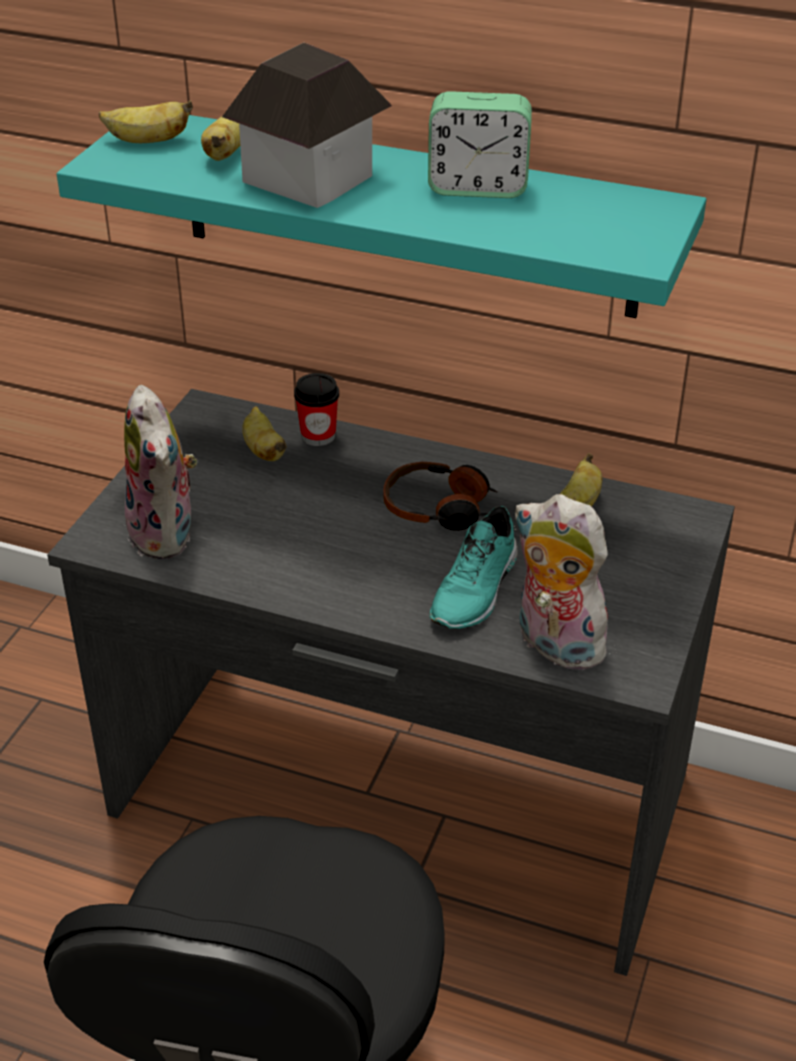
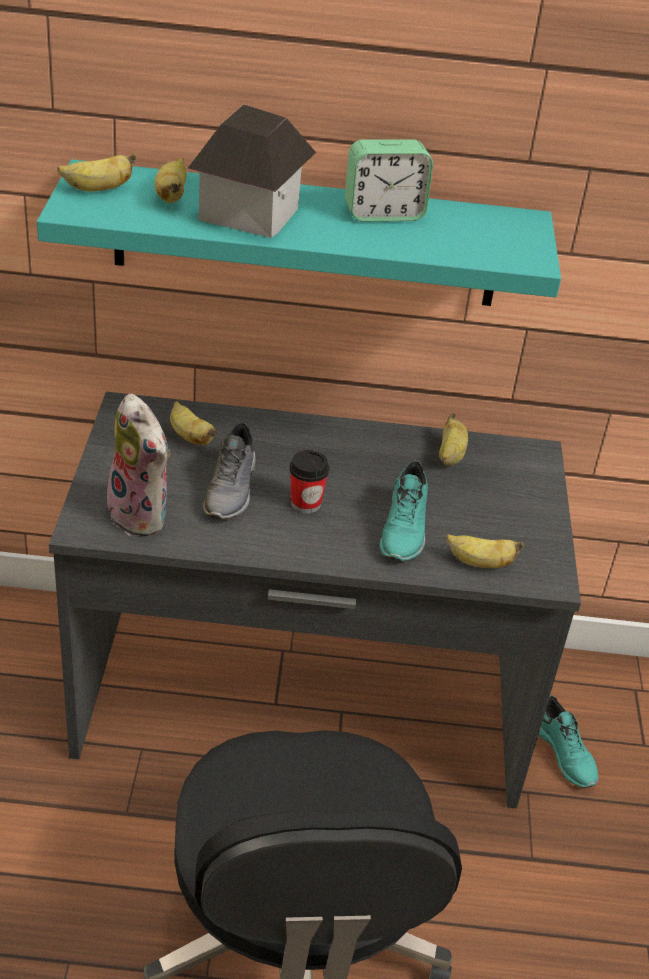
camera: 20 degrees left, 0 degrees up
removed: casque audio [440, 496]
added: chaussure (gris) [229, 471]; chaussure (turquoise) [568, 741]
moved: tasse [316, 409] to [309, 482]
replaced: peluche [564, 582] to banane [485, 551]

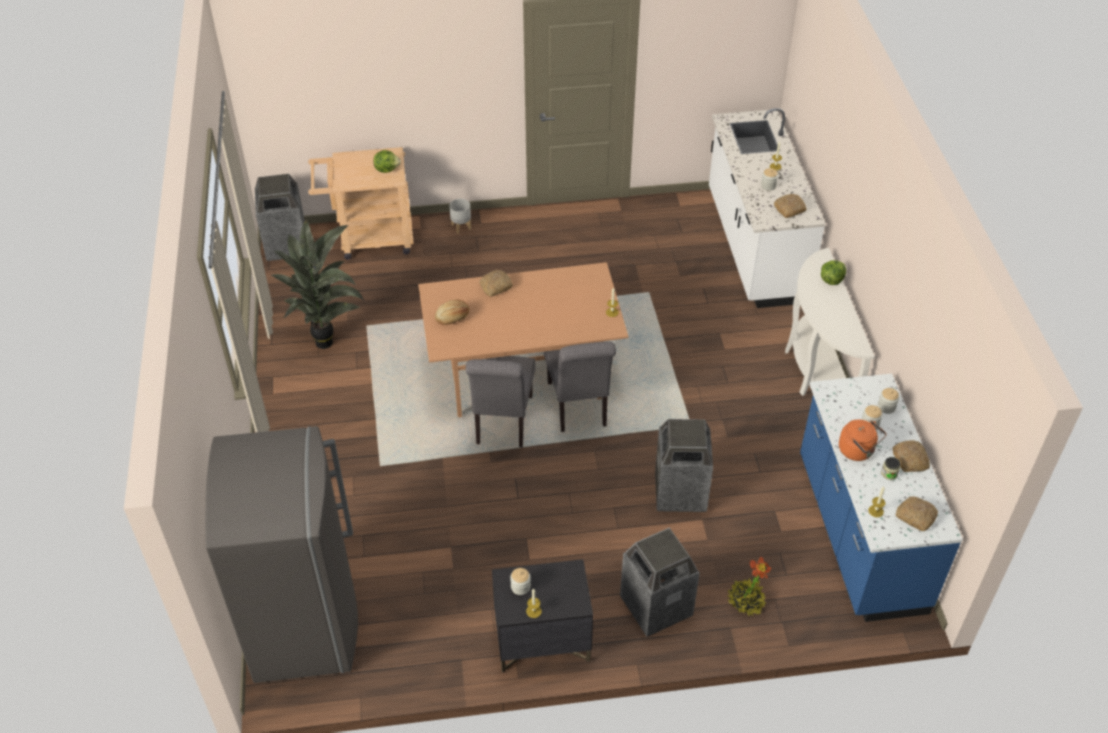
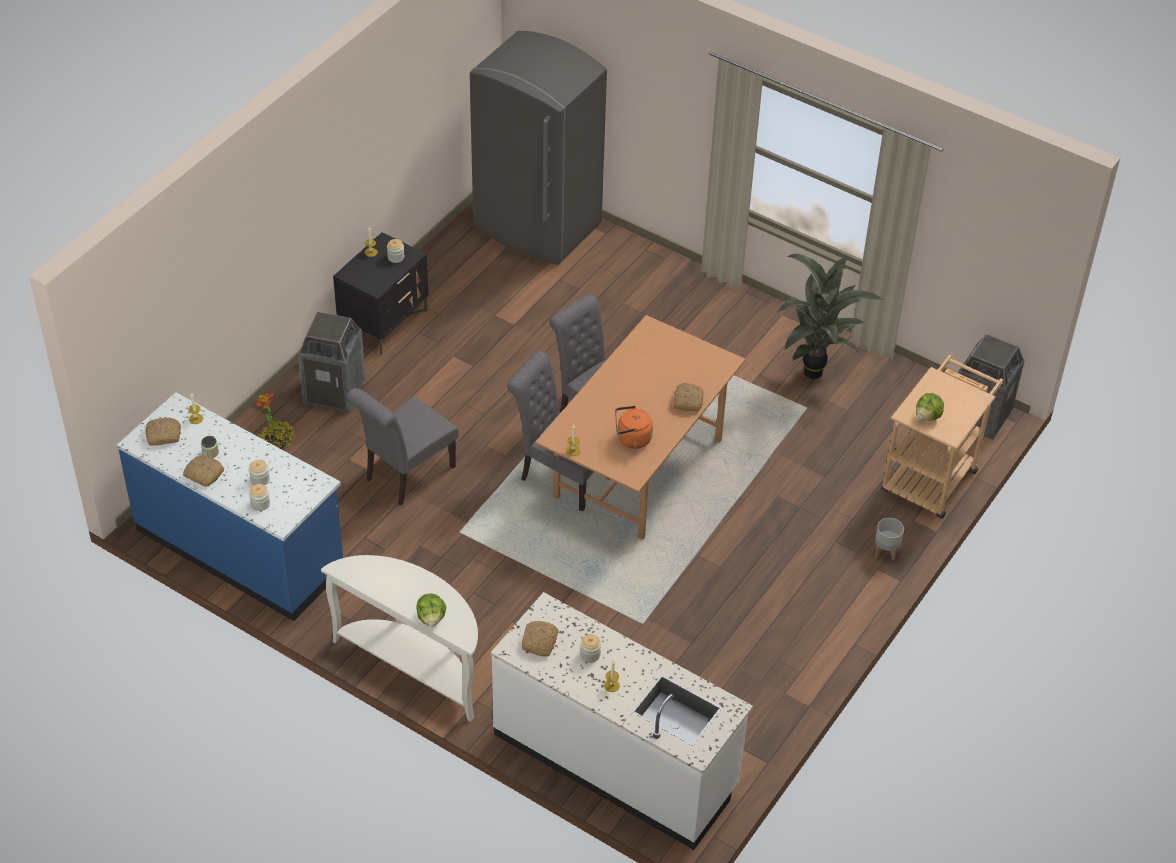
camera: 130 degrees right, 0 degrees up
removed: pain [452, 312]
moved: bouilloire (orange) [862, 440] to [634, 427]
replaced: poubelle [684, 465] to chaise (gris) [402, 447]

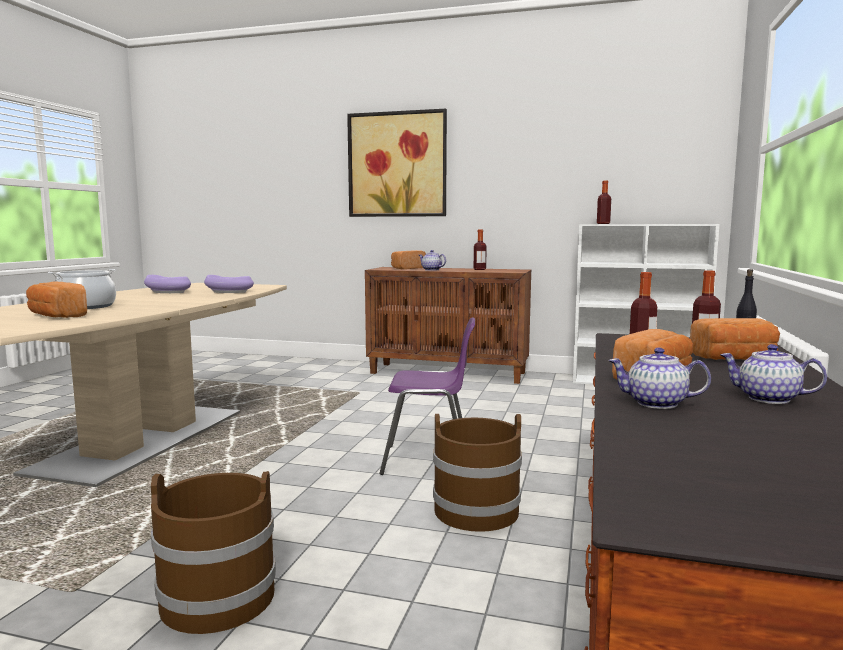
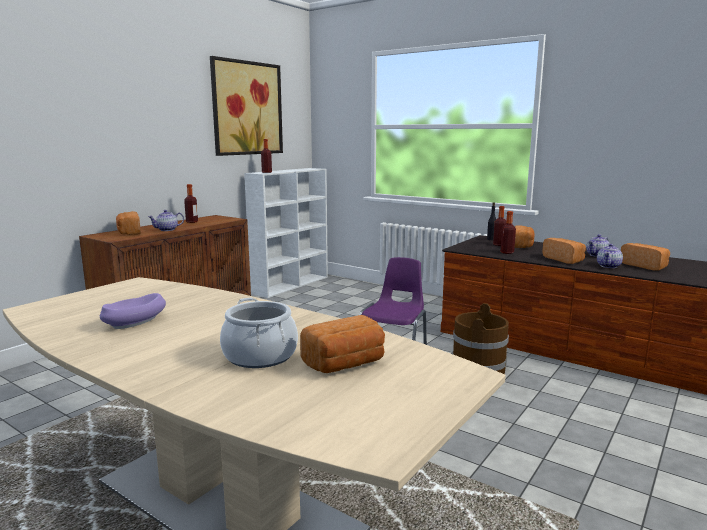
camera: 70 degrees left, 5 degrees up
removed: seau (marron) [213, 552]; bol (violet) [229, 284]
added: pain [645, 257]
moved: tableau [397, 162] to [246, 106]

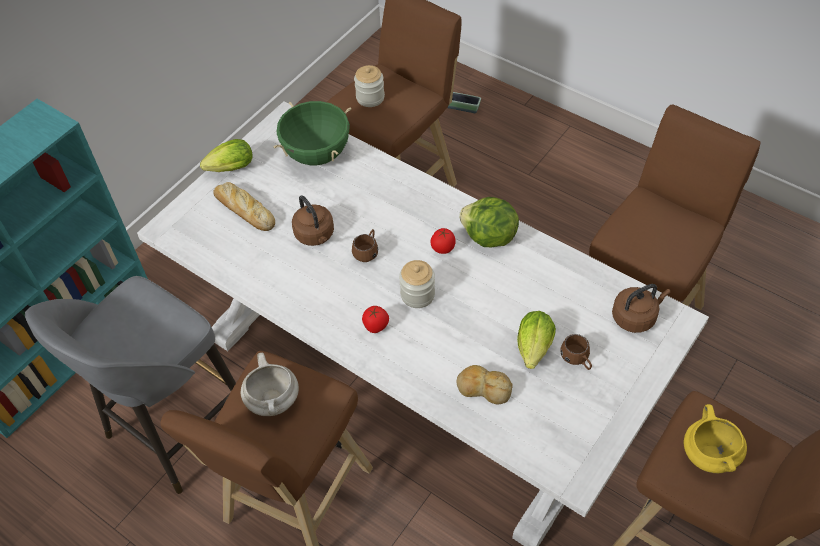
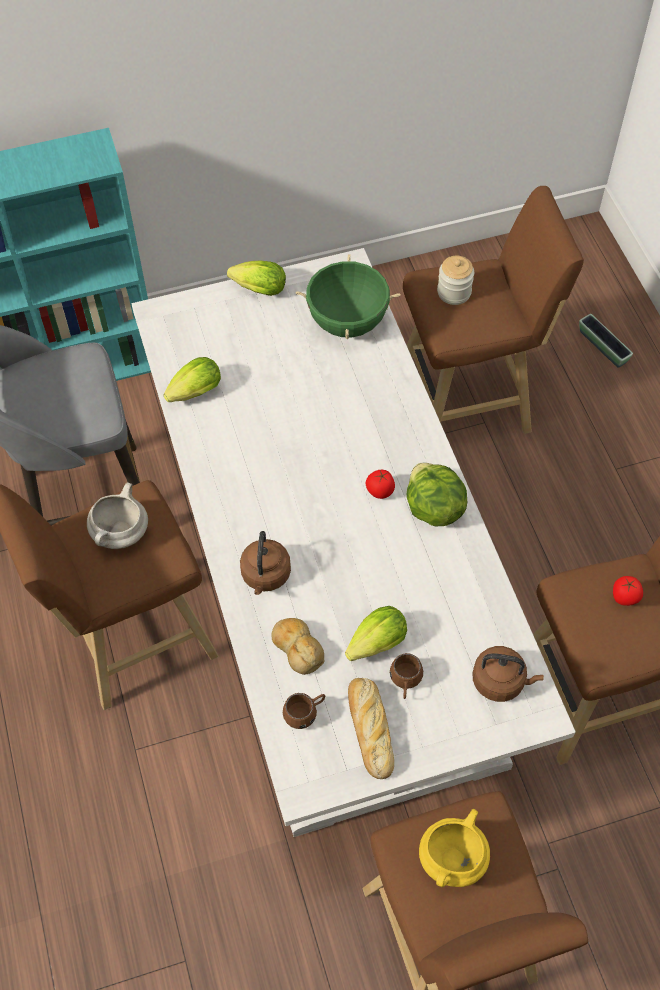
camera: 35 degrees right, 5 degrees up
removed: bocal [417, 284]
added: laitue [192, 379]
moved: pain [244, 206] to [371, 728]; bouilloire (marron) [313, 220] to [265, 563]; mug (marron) [365, 245] to [304, 711]; tomate [375, 319] to [628, 591]

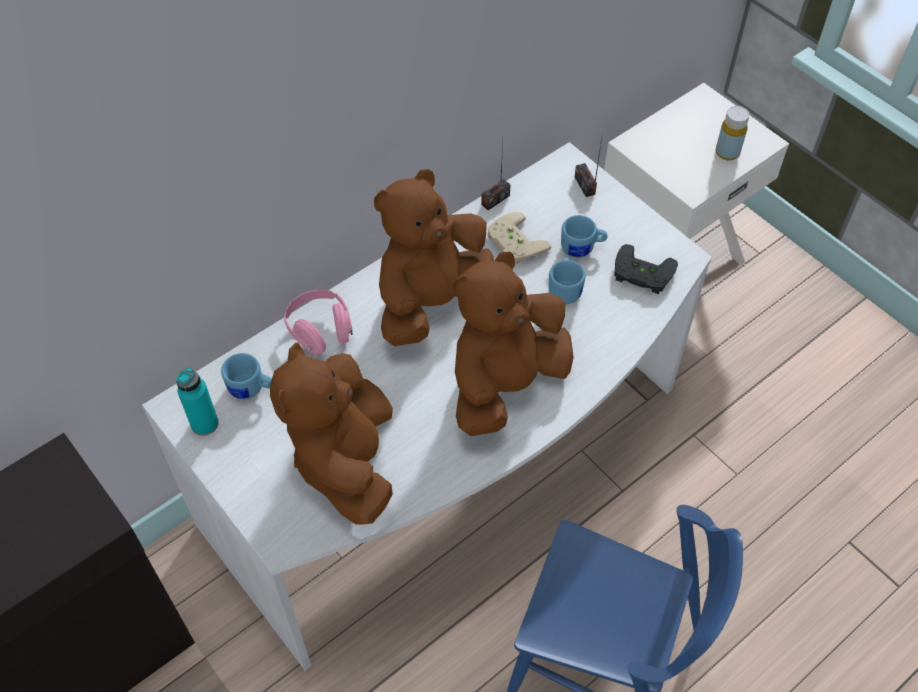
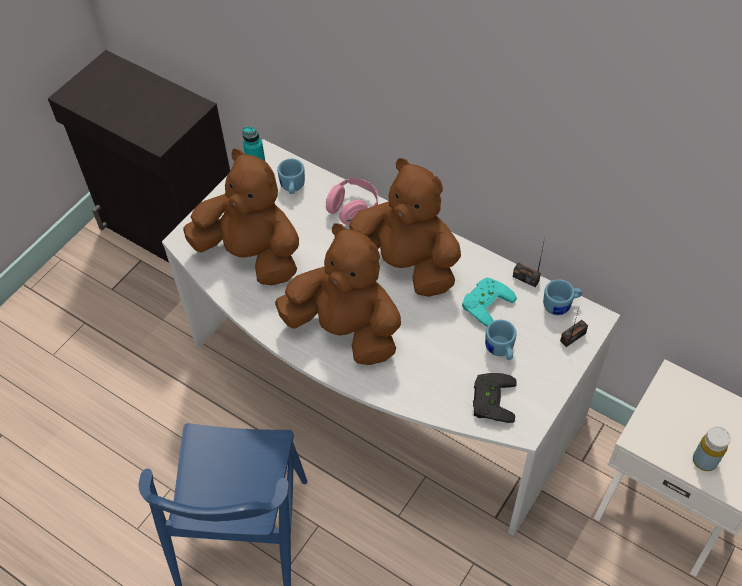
camera: 75 degrees right, 0 degrees up
moved: mug (bleu) [567, 280] to [562, 297]
recoloured: manette (beige) [519, 238] to manette (turquoise) [489, 302]
turned: peluche (marron) [331, 434] = [241, 217] 45 degrees clockwise

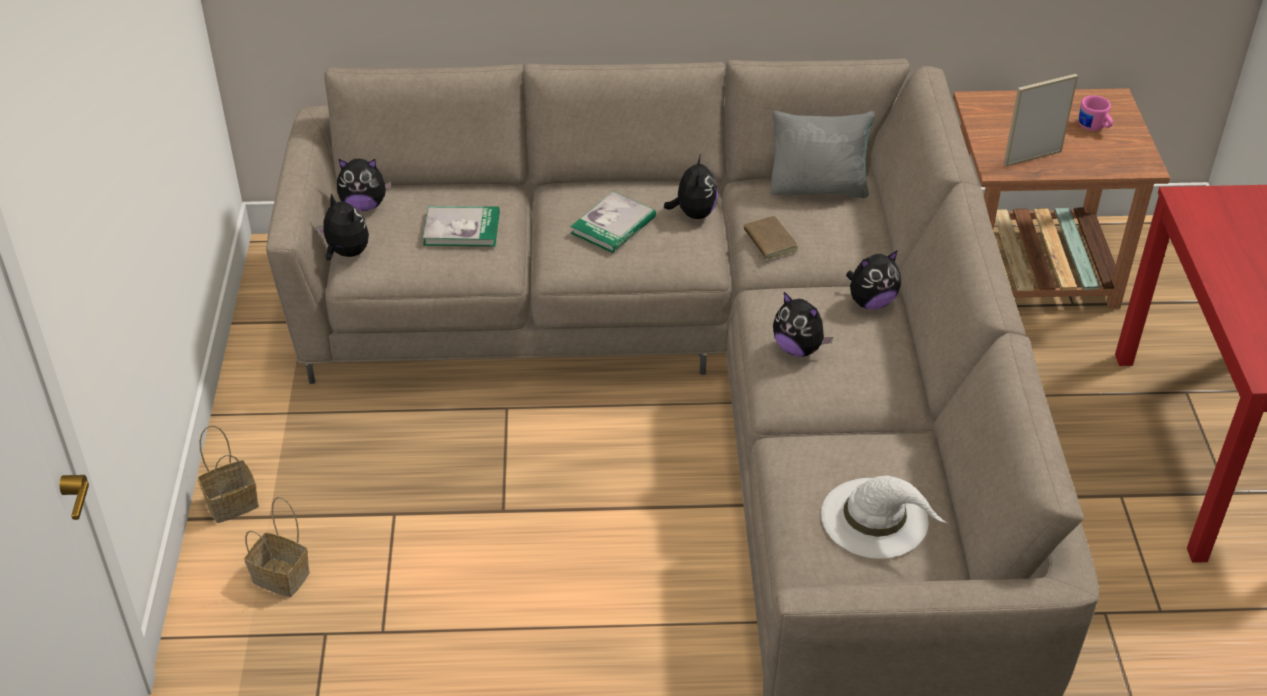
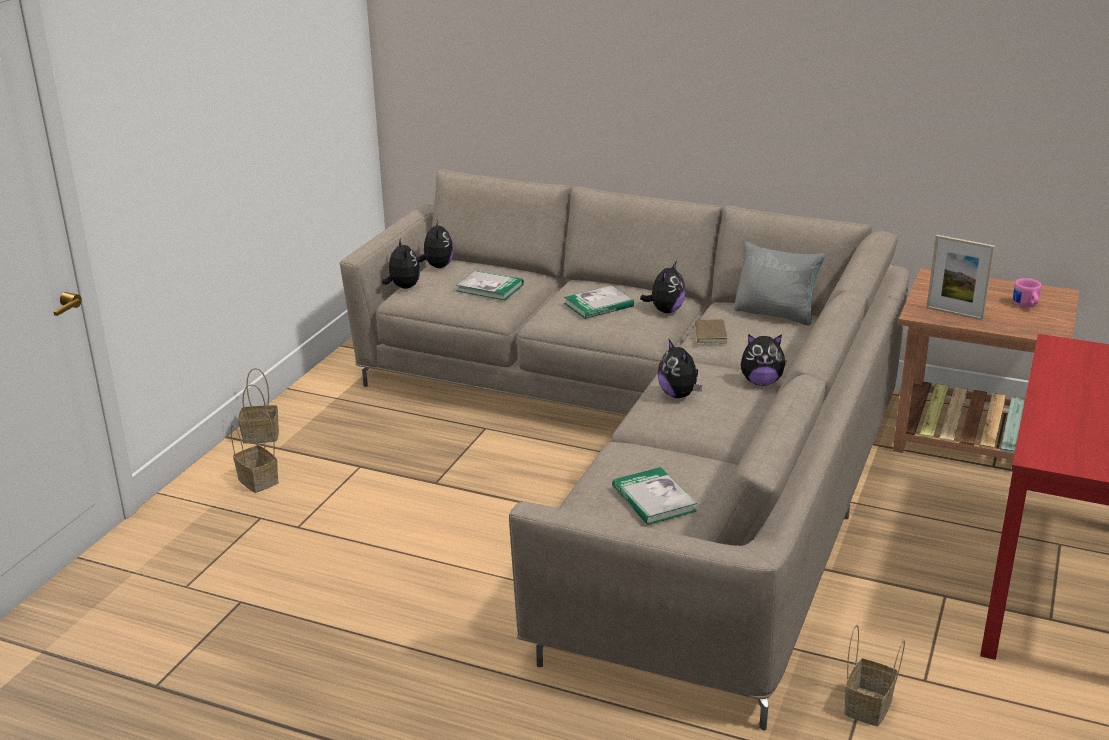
camera: 25 degrees right, 15 degrees down
added: panier [874, 675]
replaced: chapeau (blanc) [884, 517] to livre [654, 496]
turned: peluche [364, 185] = [435, 244] 120 degrees counterclockwise; cadre photo [1041, 120] = [960, 278] 150 degrees counterclockwise

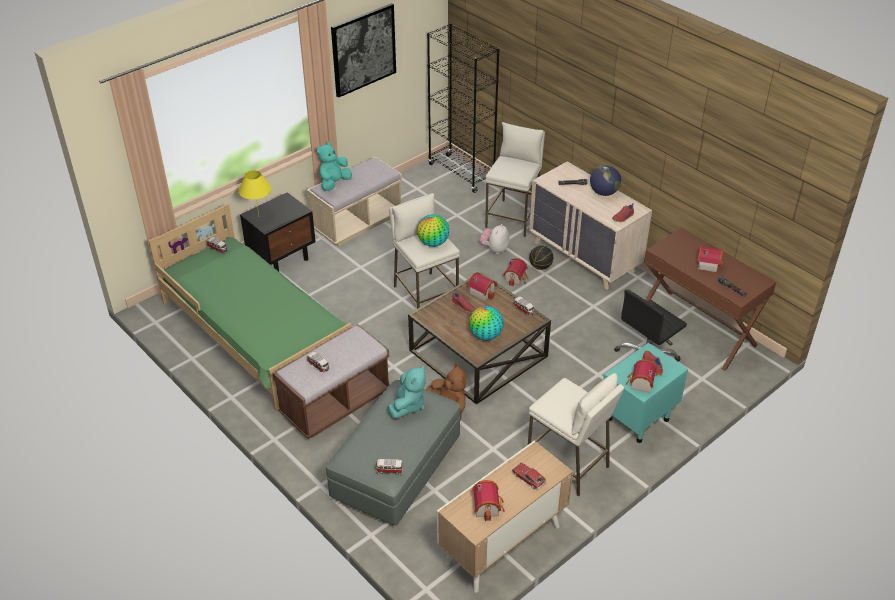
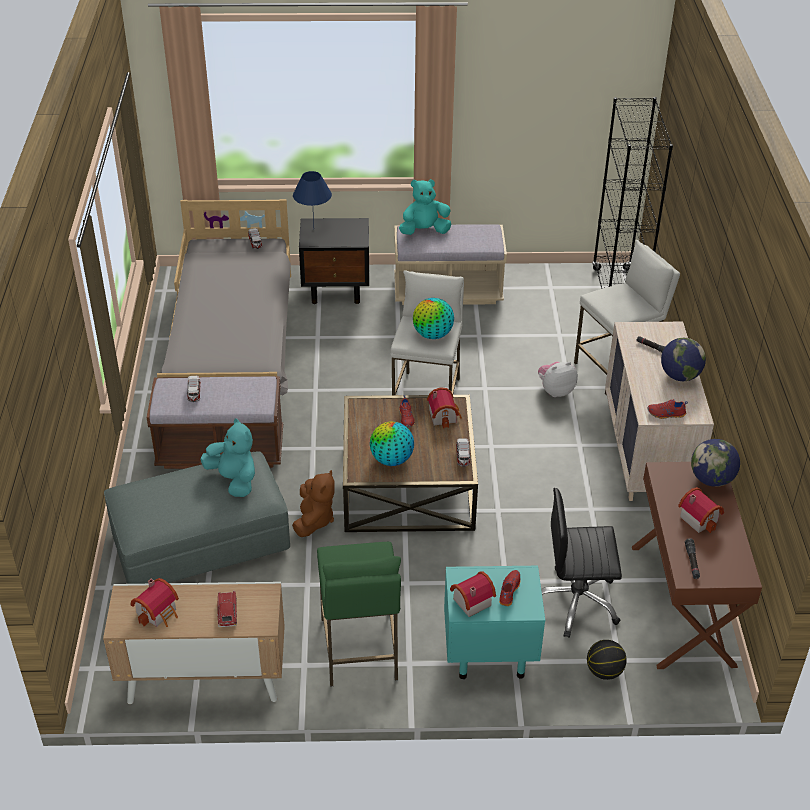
camera: 40 degrees right, 0 degrees up
removed: tableau [363, 50]; petite voiture [389, 466]; maison miniature [515, 272]
added: globe [715, 463]
moved: ballon de basket [541, 258] to [607, 660]
recoloured: lit (vert) [250, 307] to lit (gris) [224, 297]; lampe de table (jaune) [255, 192] to lampe de table (bleu) [312, 198]; tabouret (blanc) [576, 435] to tabouret (vert) [359, 614]
turned: peluche (turquoise) [407, 391] = [227, 457] 105 degrees counterclockwise

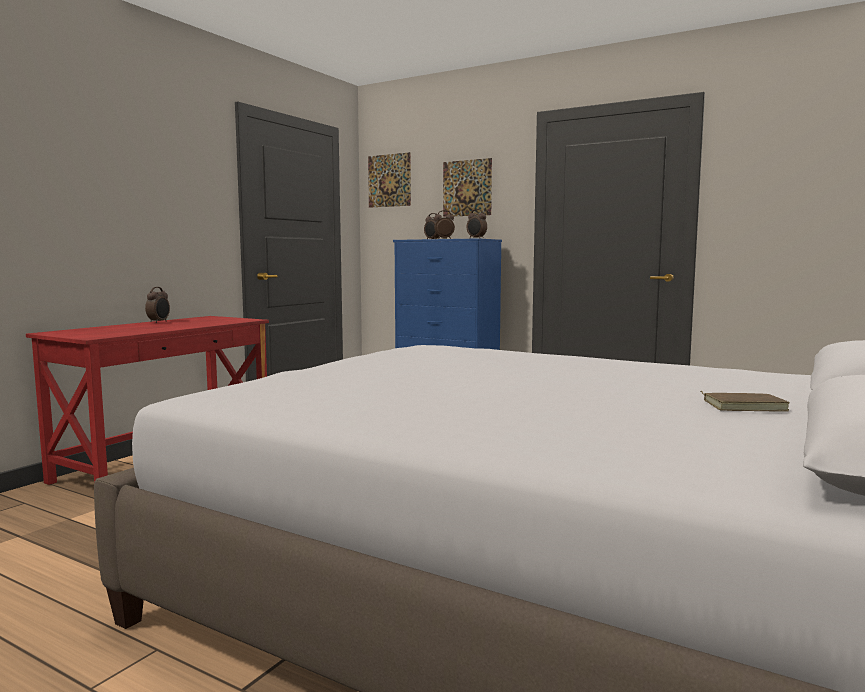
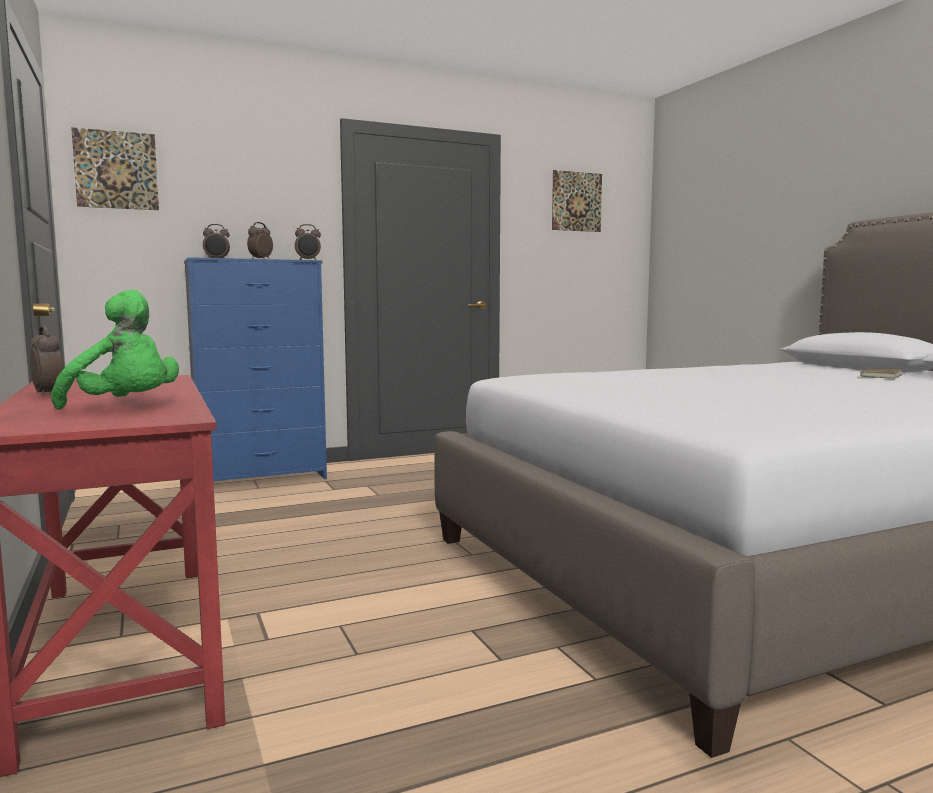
camera: 55 degrees left, 0 degrees up
added: peluche (vert) [115, 349]
moved: tableau [467, 187] to [577, 201]

